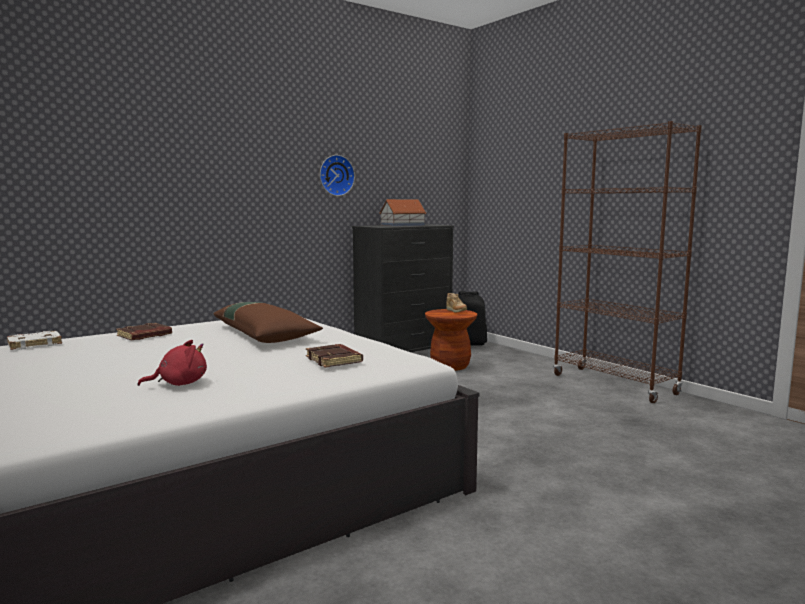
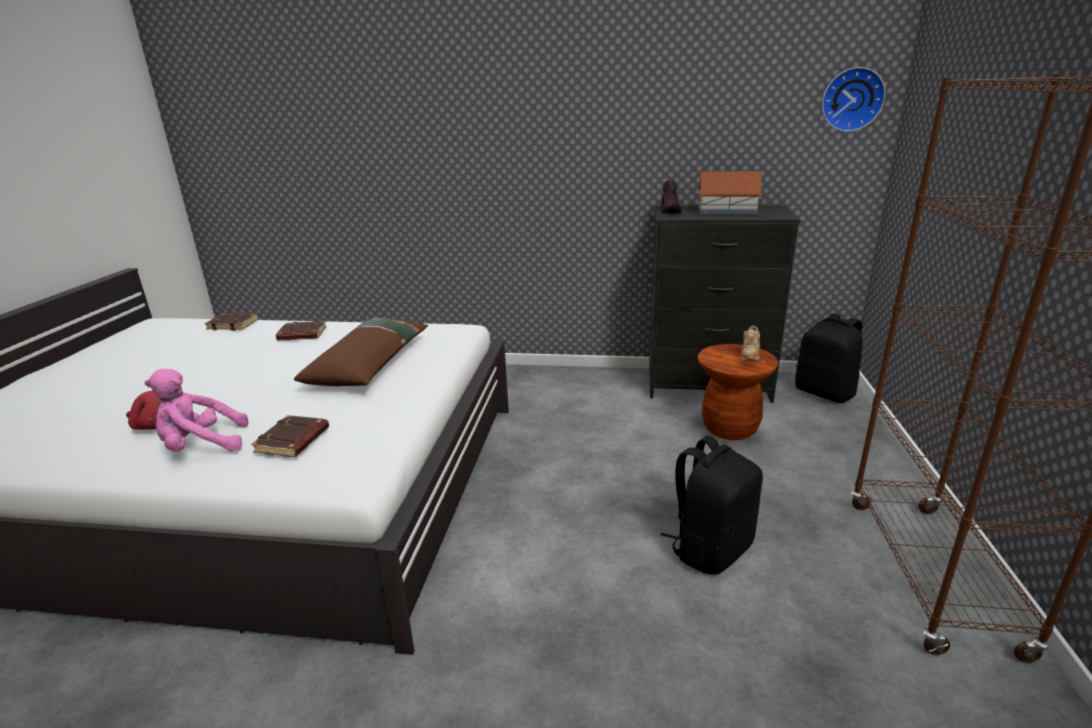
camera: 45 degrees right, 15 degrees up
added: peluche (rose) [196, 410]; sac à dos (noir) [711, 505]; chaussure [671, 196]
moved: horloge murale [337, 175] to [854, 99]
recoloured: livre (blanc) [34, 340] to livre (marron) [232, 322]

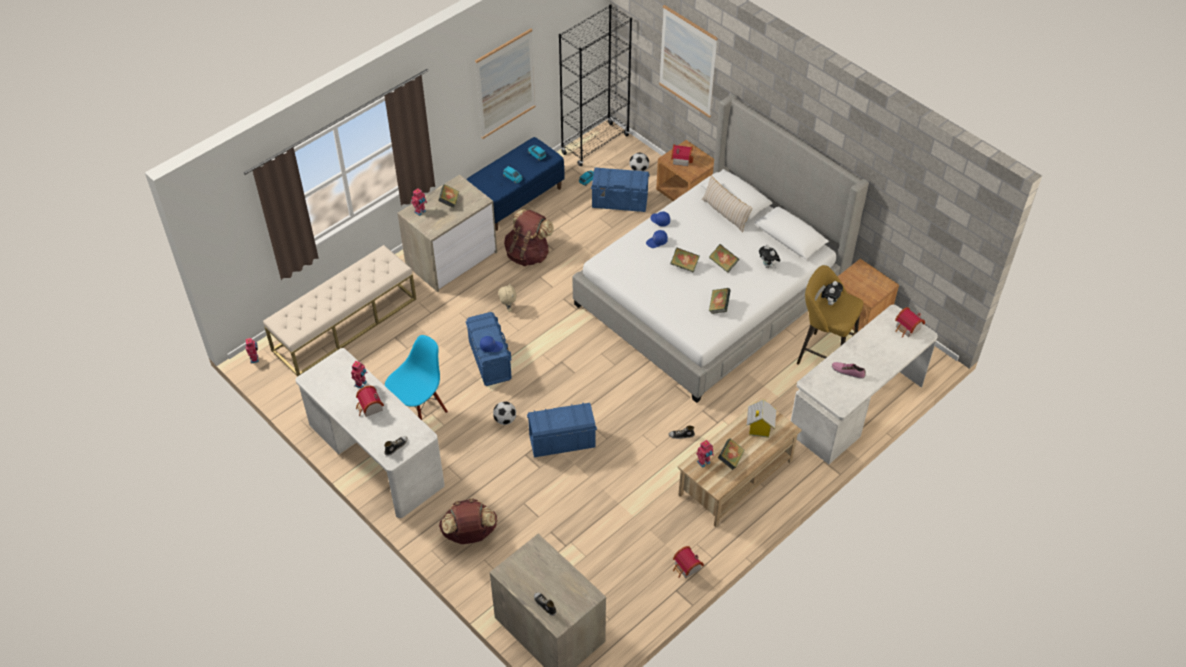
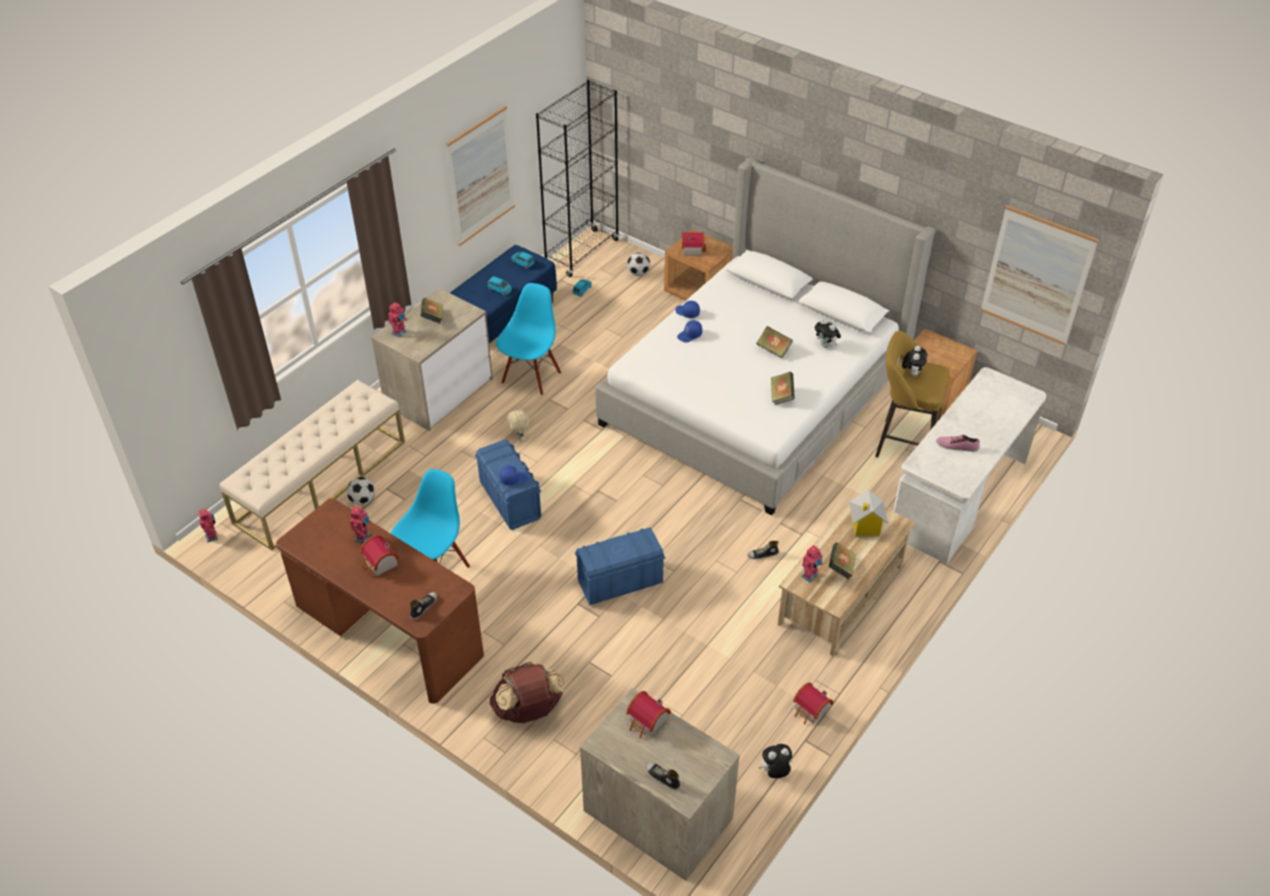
camera: 10 degrees left, 5 degrees down
removed: boîte de rangement (bleu) [620, 189]; livre [684, 260]; coussin (beige) [727, 204]
added: peluche [775, 761]
moved: ballon de foot [504, 413] to [361, 491]; tableau [688, 61] to [1039, 275]; maison miniature [910, 322] to [648, 715]
replaced: sac à dos (marron) [529, 237] to chaise (bleu) [528, 339]
recoloured: bureau (blanc) [370, 433] to bureau (marron) [380, 601]

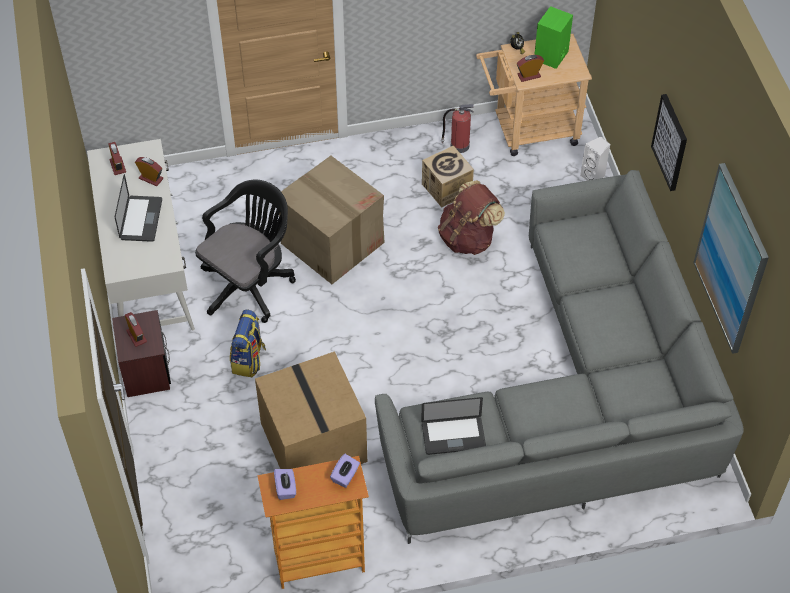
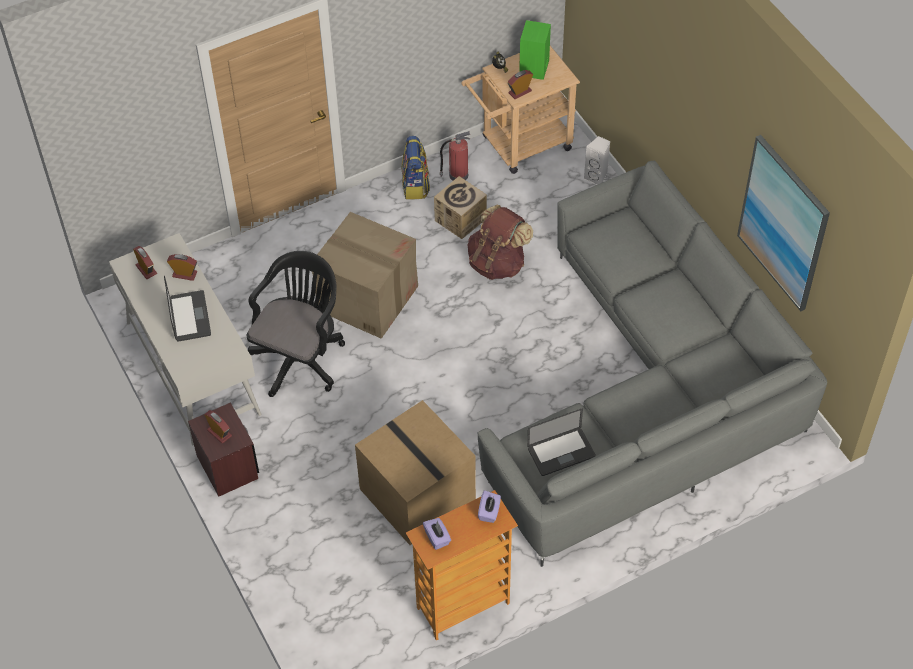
camera: 15 degrees left, 0 degrees up
removed: tableau [669, 142]
moved: sac à dos [248, 343] to [416, 168]

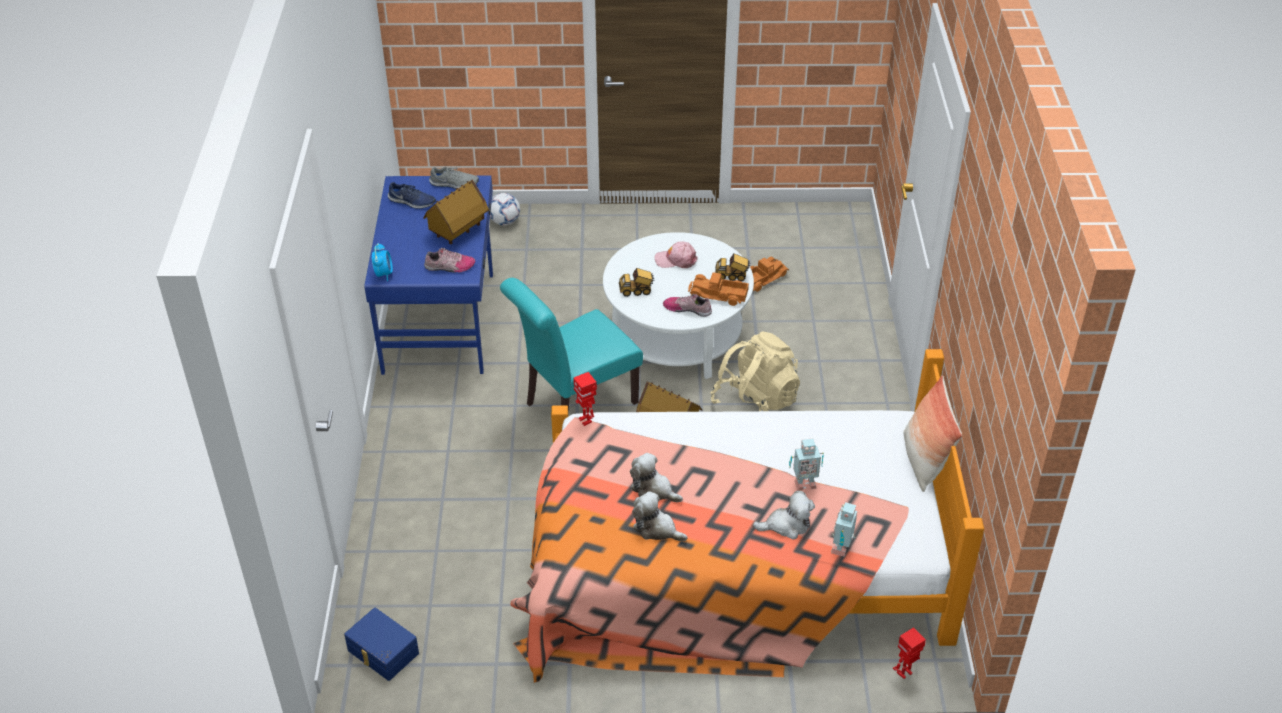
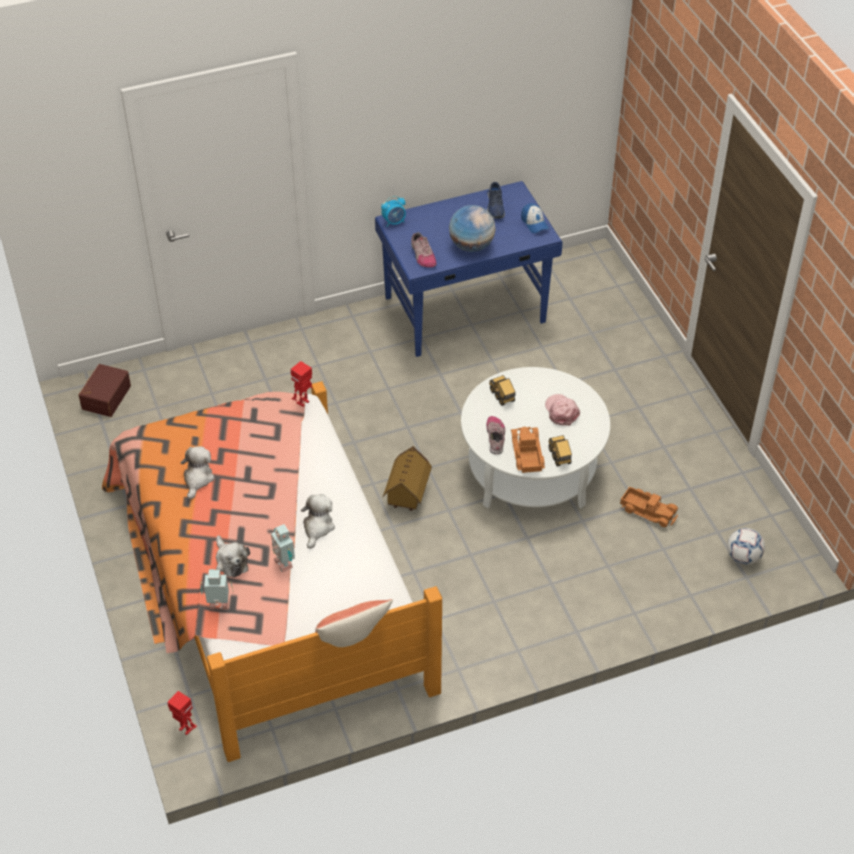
camera: 70 degrees right, 5 degrees up
removed: chaise (turquoise) [571, 344]; sac à dos (beige) [755, 371]
moved: ballon de foot [505, 209] to [746, 546]; peluche [656, 477] to [318, 521]
replaced: maison miniature [456, 211] to globe [472, 228]; chaussure (gris) [454, 178] to casquette [535, 218]
recoloured: boîte de rangement (bleu) [381, 644] to boîte de rangement (marron) [104, 390]

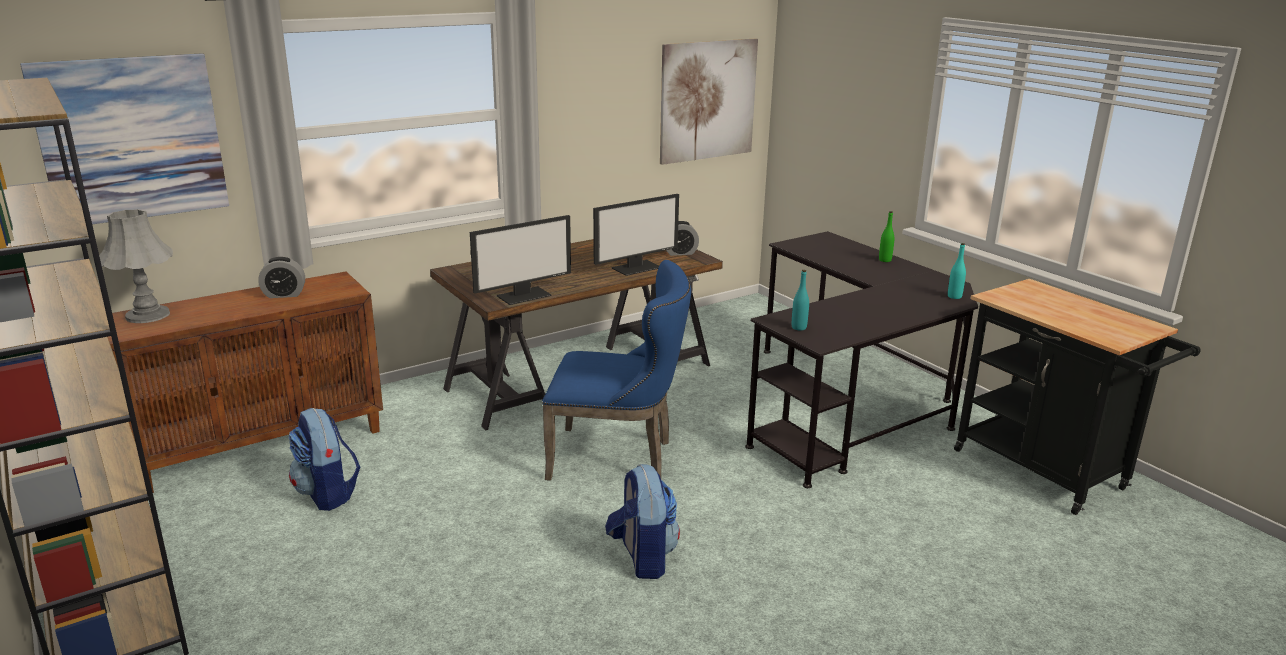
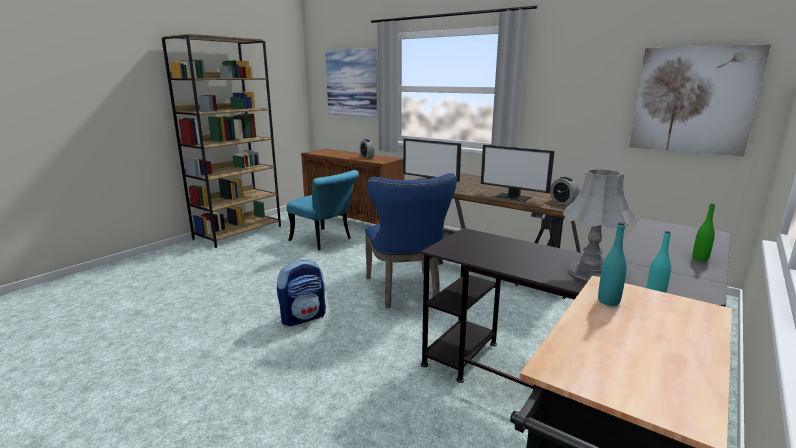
camera: 70 degrees right, 5 degrees down
moved: lampe de table (gris) [136, 266] to [600, 225]; bouteille (turquoise) [800, 300] to [612, 264]
replaced: sac à dos [324, 459] to chaise (turquoise) [323, 210]

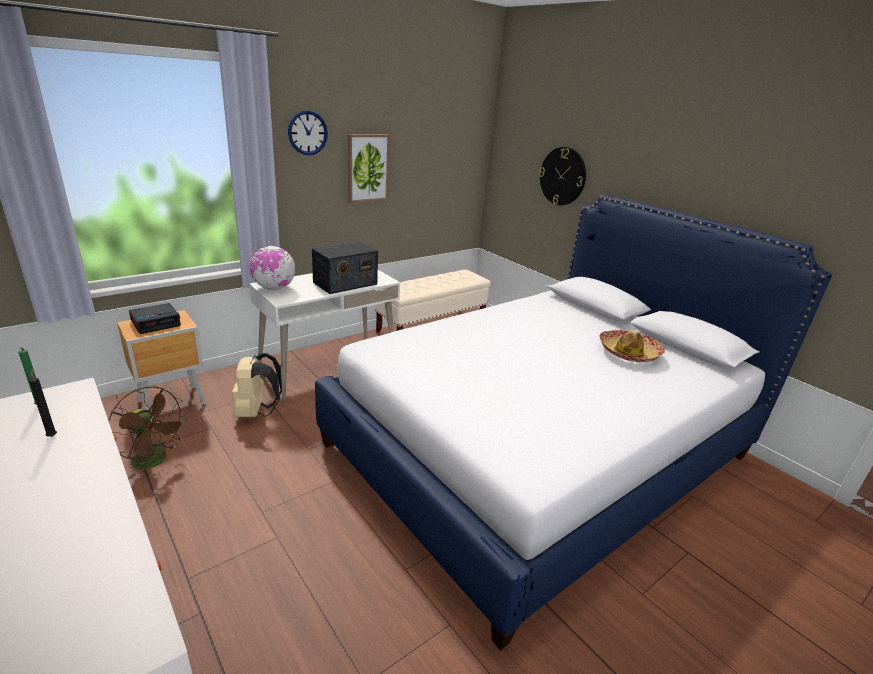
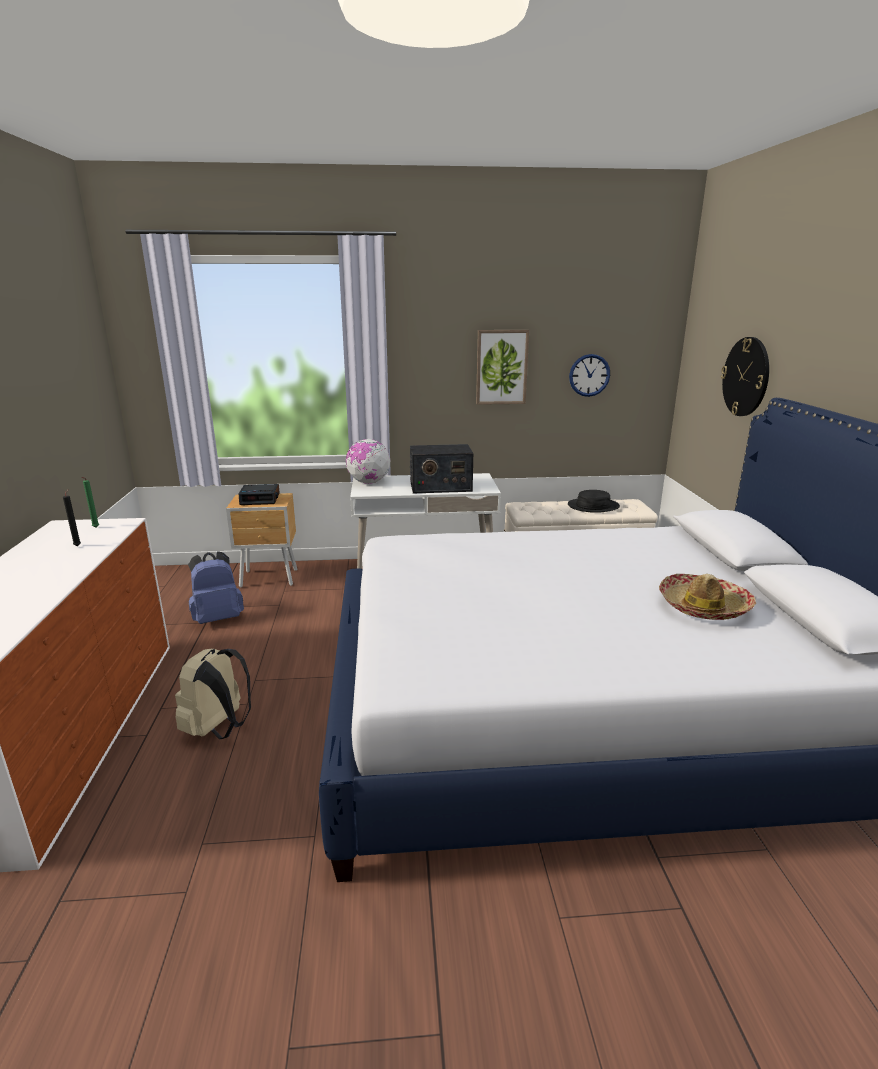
camera: 35 degrees right, 5 degrees down
added: chapeau (noir) [594, 501]
moved: sac à dos (beige) [257, 385] to [213, 694]; horloge murale [308, 132] to [589, 375]
replaced: ventilateur (marron) [148, 433] to sac à dos (bleu) [216, 587]

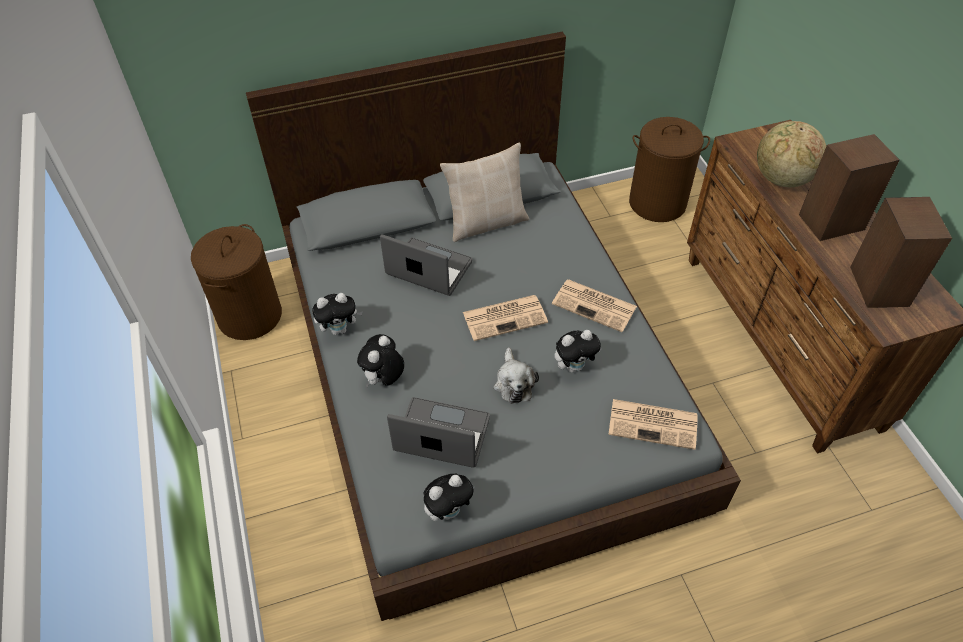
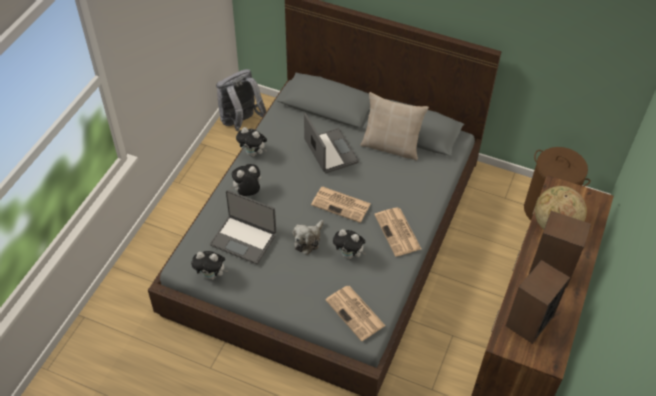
camera: 40 degrees right, 0 degrees up
replaced: panier à linge (marron) [236, 282] to sac à dos (gris) [241, 100]
turned: ordinateur portable [438, 432] = [243, 227] 150 degrees clockwise

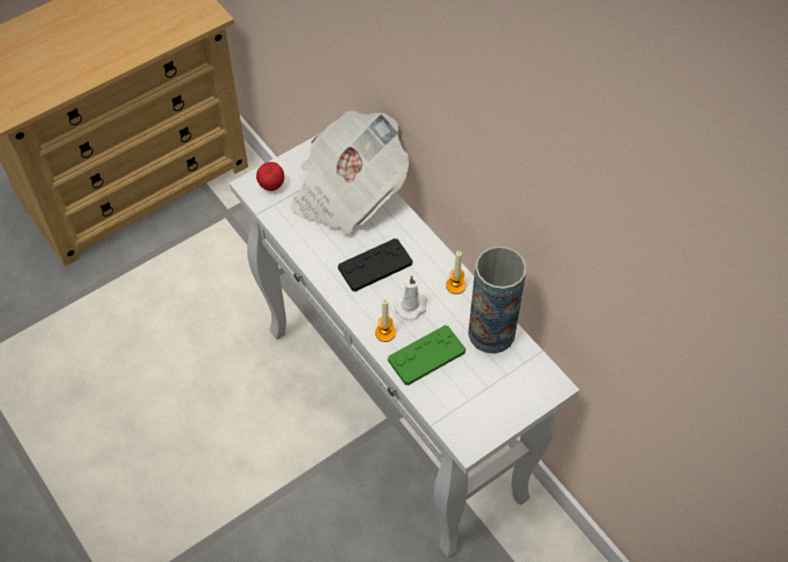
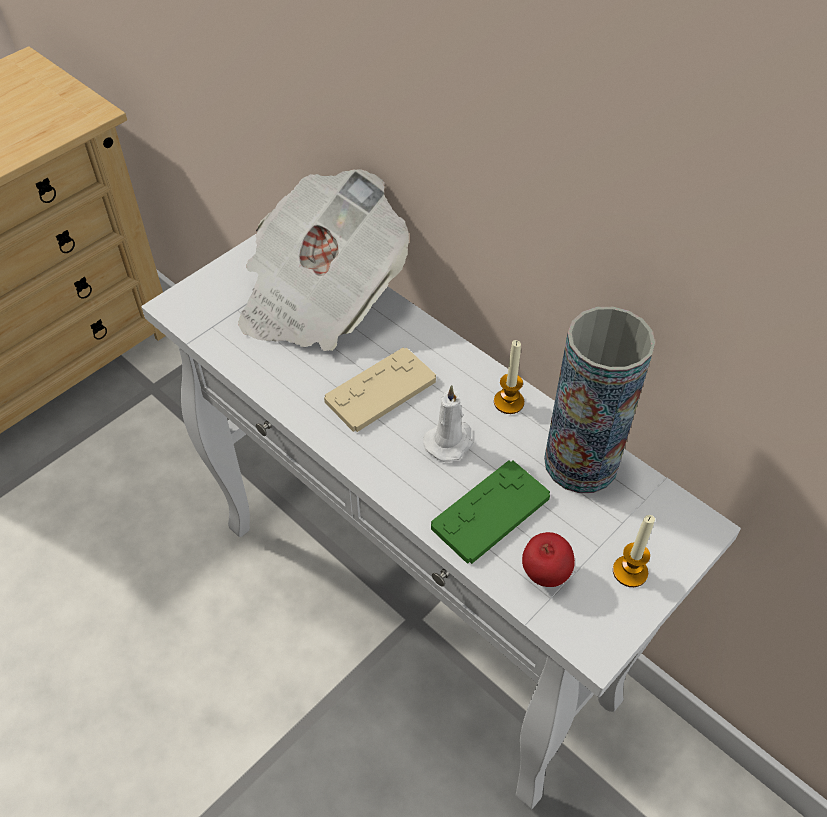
camera: 10 degrees left, 5 degrees down
moved: pomme [270, 176] to [548, 559]; bougie [385, 321] to [634, 551]
recoloured: manette (noir) [375, 265] to manette (beige) [380, 390]

